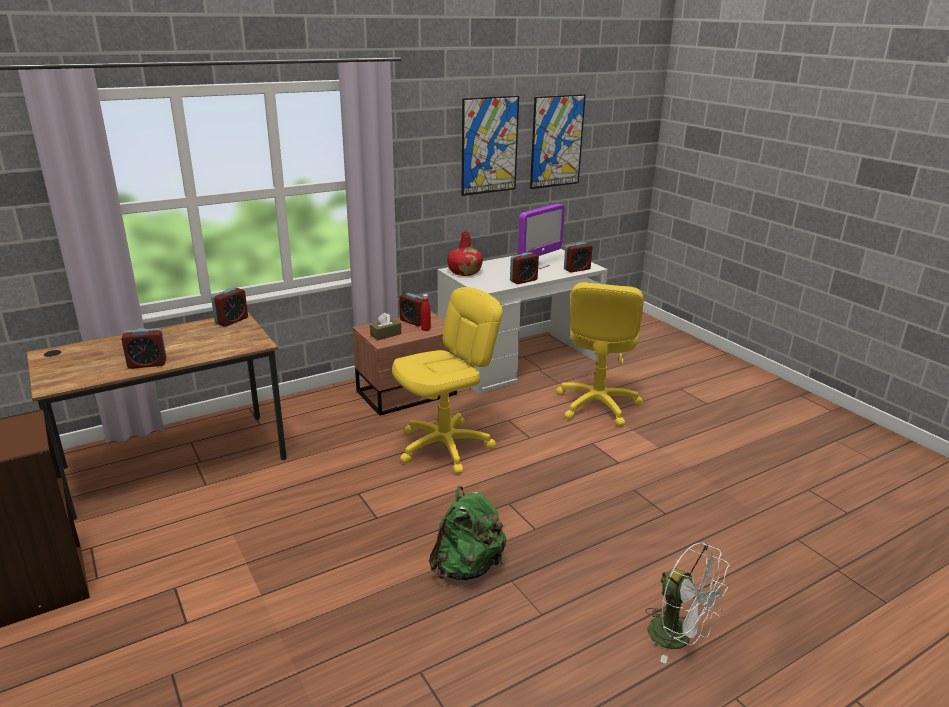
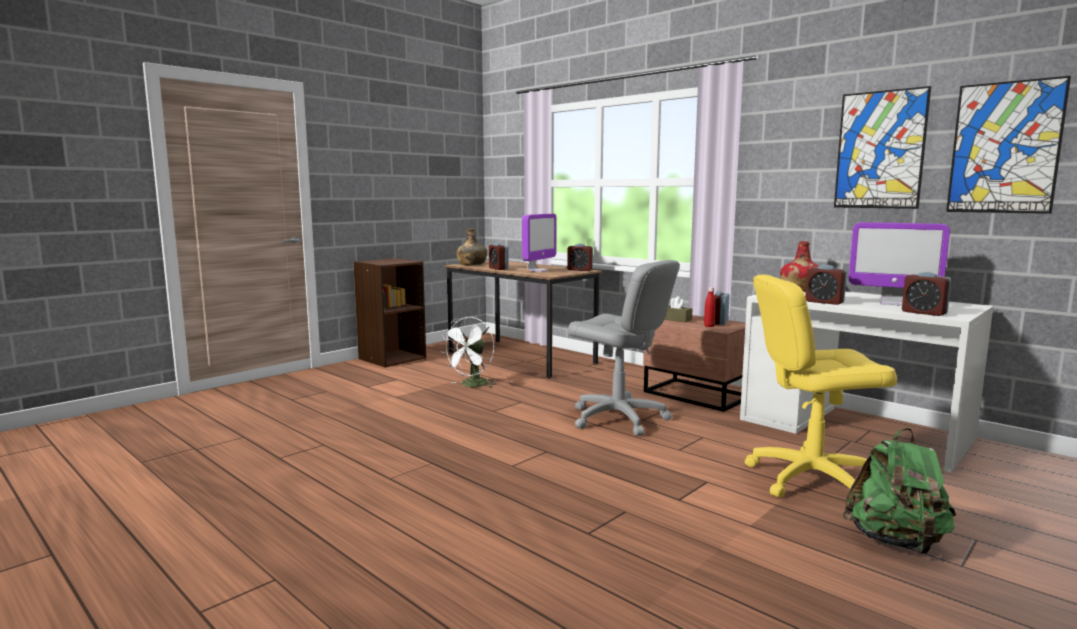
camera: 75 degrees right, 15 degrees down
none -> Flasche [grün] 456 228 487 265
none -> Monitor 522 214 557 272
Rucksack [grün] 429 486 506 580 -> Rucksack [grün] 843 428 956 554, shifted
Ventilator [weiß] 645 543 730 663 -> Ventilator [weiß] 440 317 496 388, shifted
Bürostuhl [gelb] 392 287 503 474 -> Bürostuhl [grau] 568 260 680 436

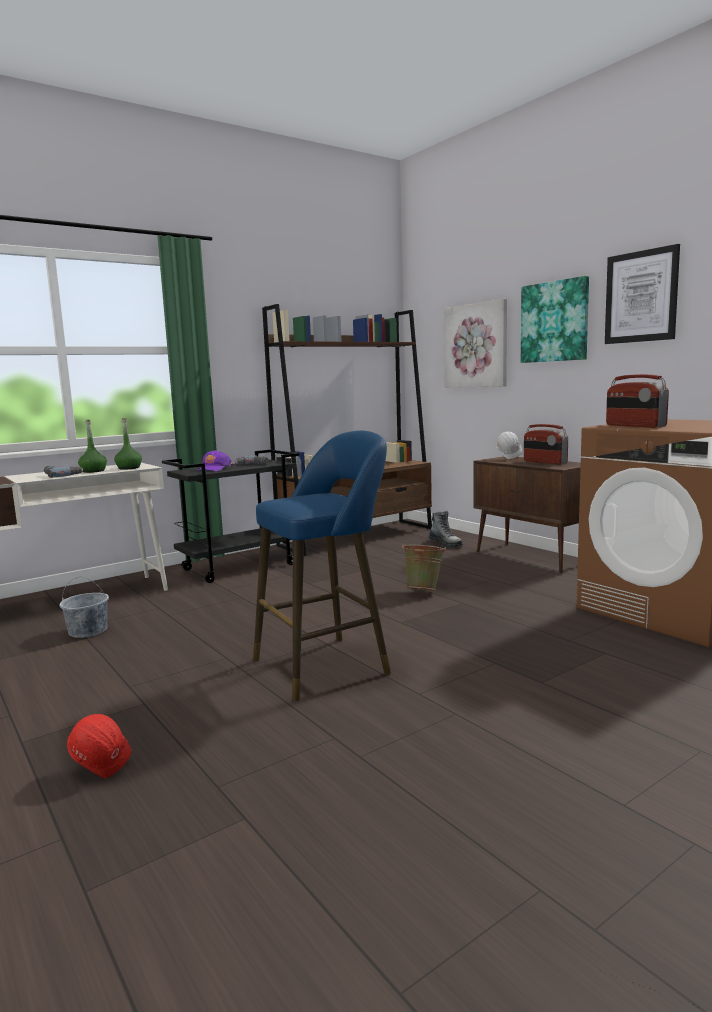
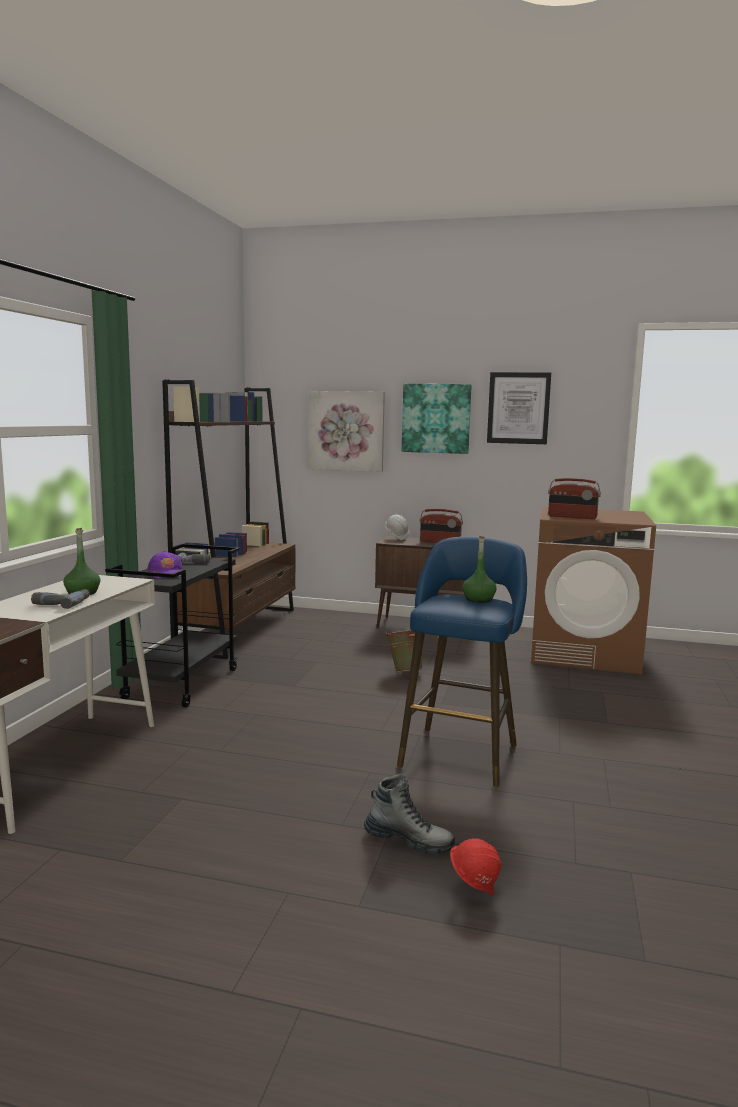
camera: 40 degrees left, 0 degrees up
Eimer [grau] 59 577 109 638 -> none
Flasche [grün] 114 418 142 470 -> Flasche [grün] 462 536 497 603, shifted
Stiefel 429 511 463 547 -> Stiefel 364 774 455 855, shifted

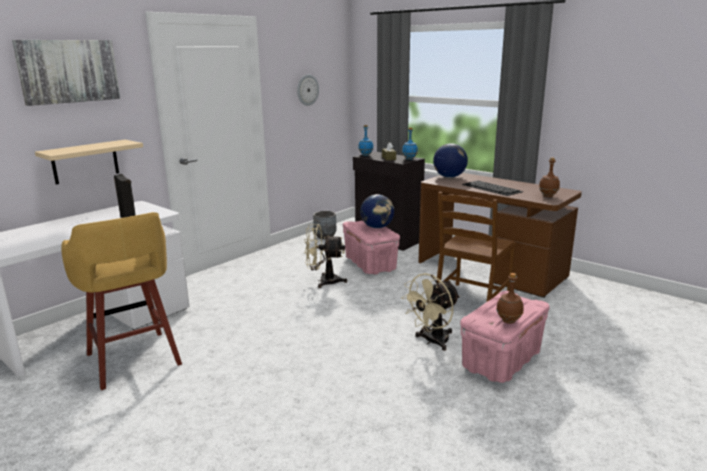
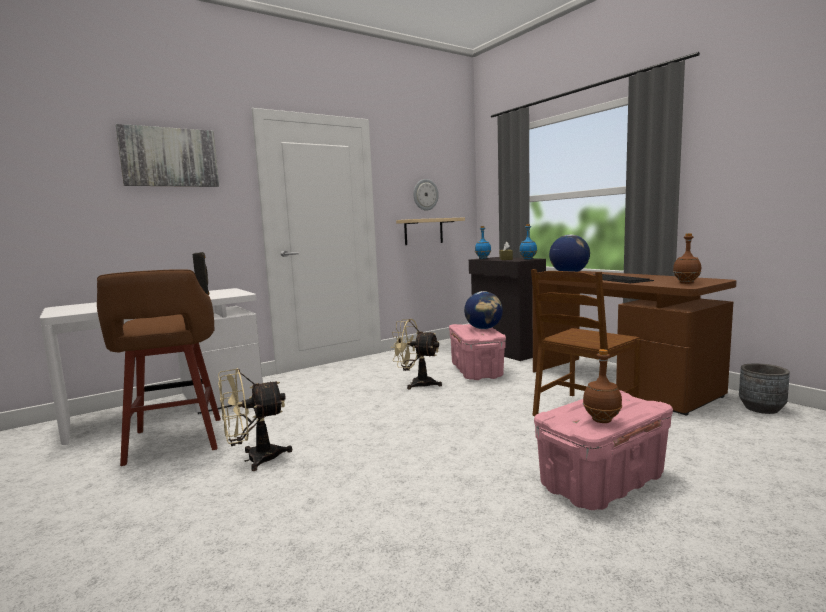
camera: 15 degrees right, 10 degrees down
Wandregal [beige] 35 140 143 184 -> Wandregal [beige] 396 217 465 245, shifted
Pflanzkübel [grau] 313 211 336 239 -> Pflanzkübel [grau] 739 364 790 414, shifted
Ventilator [beige] 401 273 460 351 -> Ventilator [beige] 218 368 292 471, shifted
Hocker [gelb] 61 212 182 390 -> Hocker [braun] 97 269 221 466

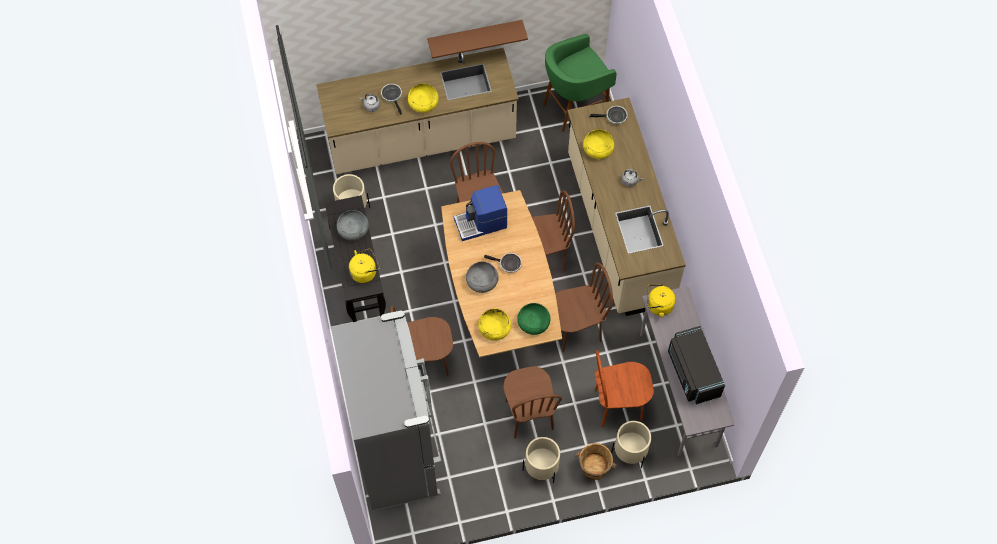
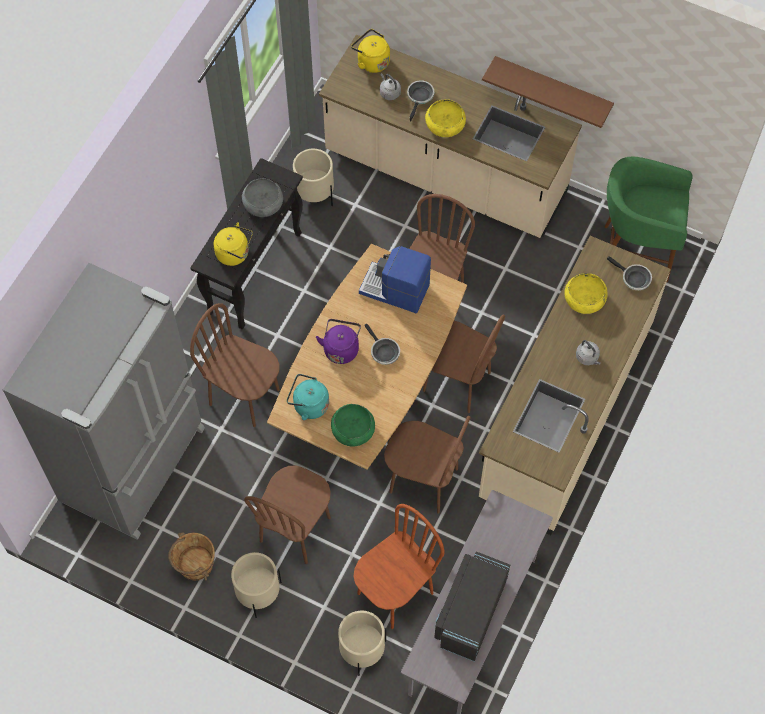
camera: 40 degrees right, 0 degrees up
Eimer [braun] 575 443 617 480 -> Eimer [braun] 168 532 215 581, shifted
Wasserkessel [gelb] 647 284 676 317 -> Wasserkessel [gelb] 351 29 390 73, shifted
Schüssel [grau] 466 262 499 293 -> Wasserkessel [lila] 316 319 361 364
Schüssel [gelb] 478 308 511 341 -> Wasserkessel [türkis] 287 374 329 420
Stuhl [braun] 595 350 654 428 -> Stuhl [braun] 353 504 445 629, 105 degrees clockwise

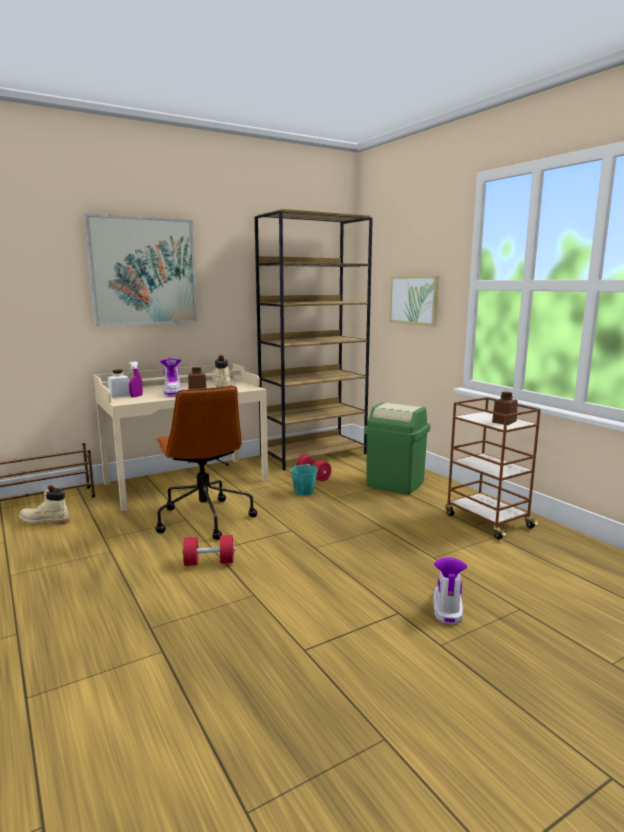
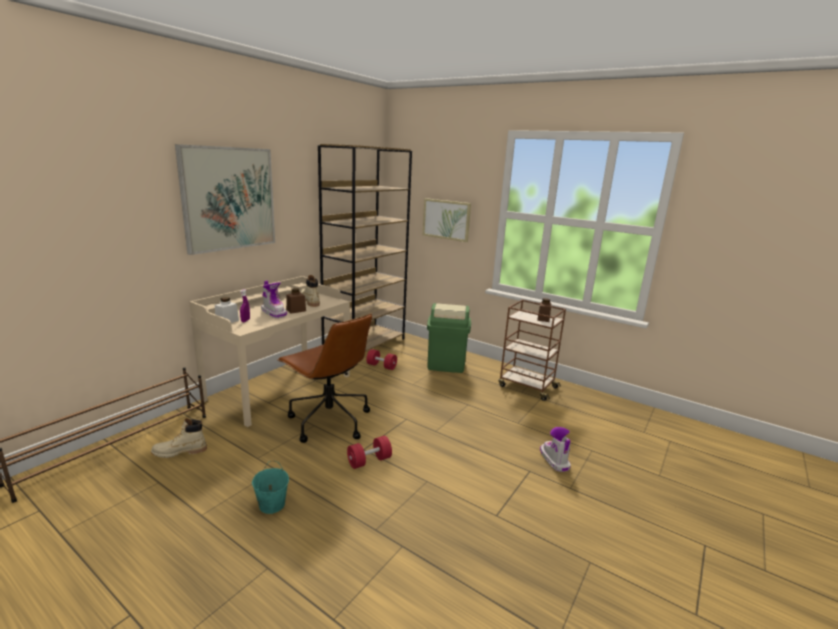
camera: 25 degrees left, 5 degrees up
Eimer [türkis] 290 453 318 496 -> Eimer [türkis] 252 461 289 514, shifted

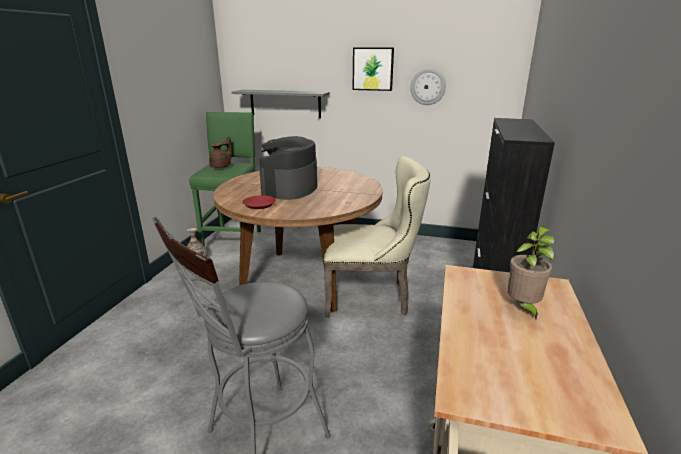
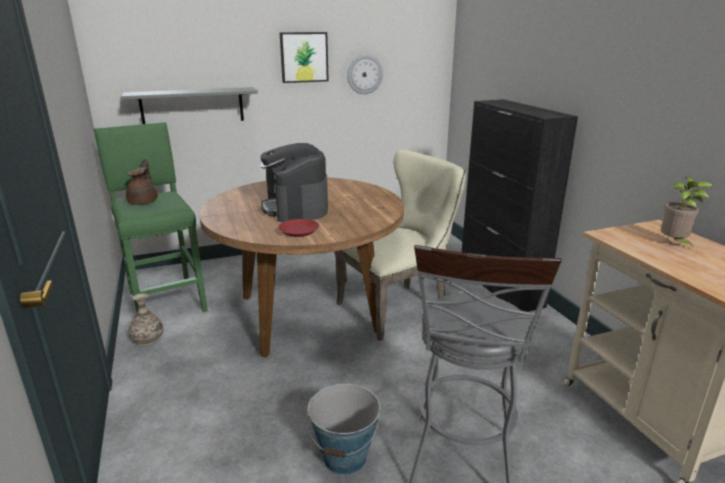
camera: 35 degrees left, 0 degrees up
none -> Eimer 307 384 380 475

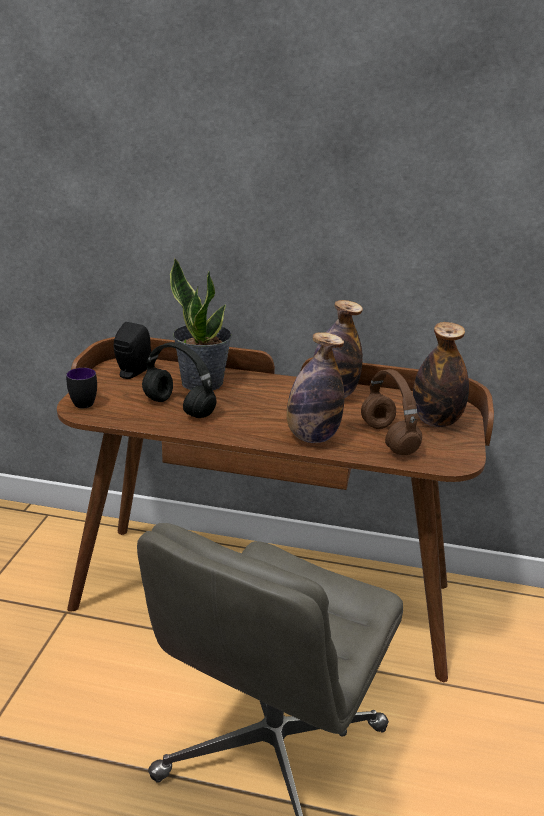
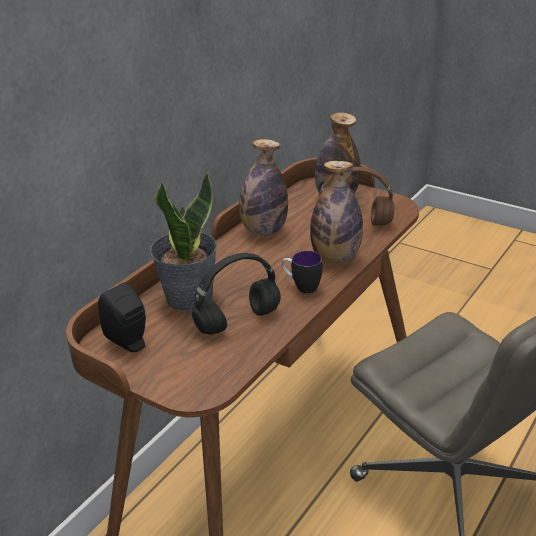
camera: 65 degrees left, 5 degrees up
Henkelbecher 66 368 97 408 -> Henkelbecher 281 251 323 293, shifted

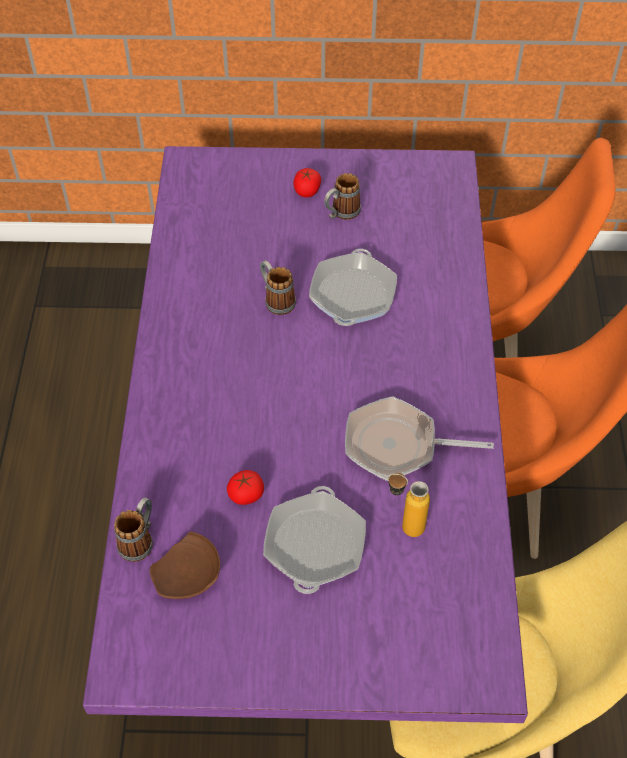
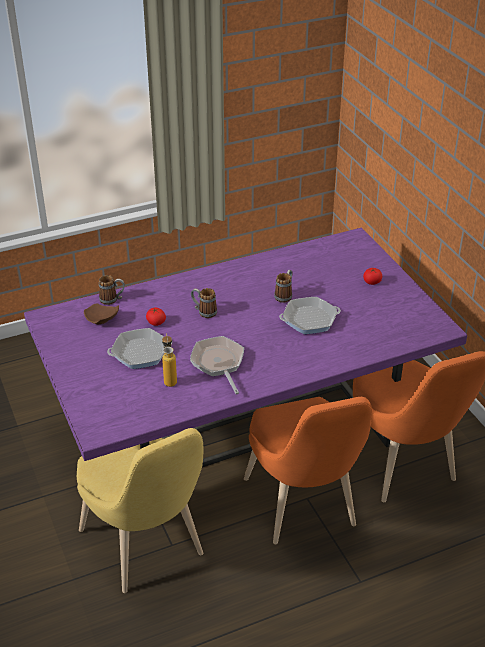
camera: 65 degrees right, 15 degrees down
Henkelbecher 324 173 361 220 -> Henkelbecher 191 288 217 318, shifted

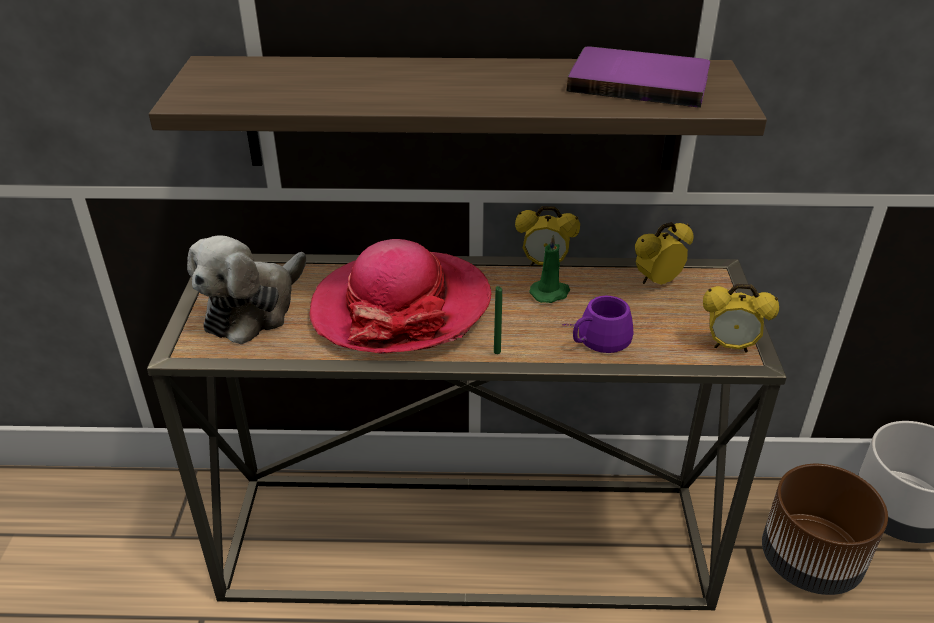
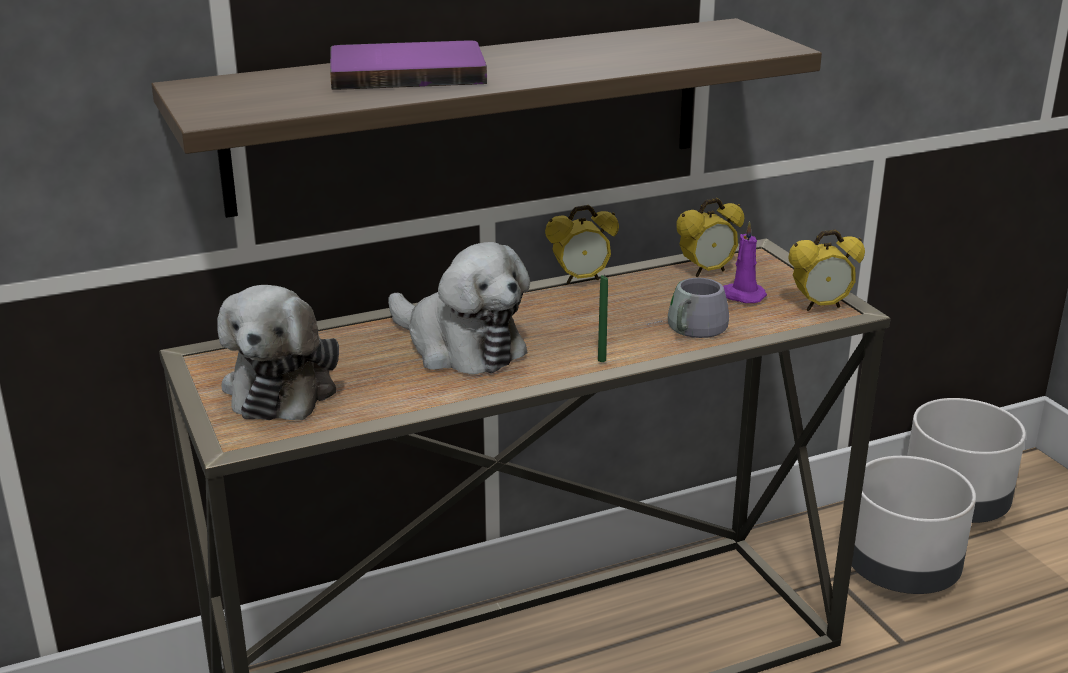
camera: 25 degrees left, 10 degrees down
Kerze [grün] 529 234 570 303 -> none
none -> Kerze [lila] 723 221 767 303
Buch [lila] 567 47 710 108 -> Buch [lila] 330 41 487 90, shifted
Hut 309 239 492 354 -> Plüschtier 388 242 530 375
Henkelbecher [lila] 562 296 634 353 -> Henkelbecher [grau] 646 278 729 338
Pflanzkübel [braun] 762 464 888 595 -> Pflanzkübel [grau] 852 456 976 594
Wecker 635 222 694 285 -> Wecker 677 198 744 277, 150 degrees counterclockwise

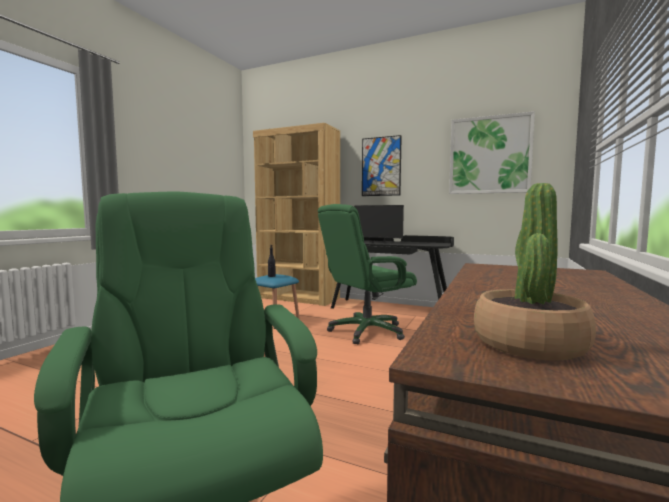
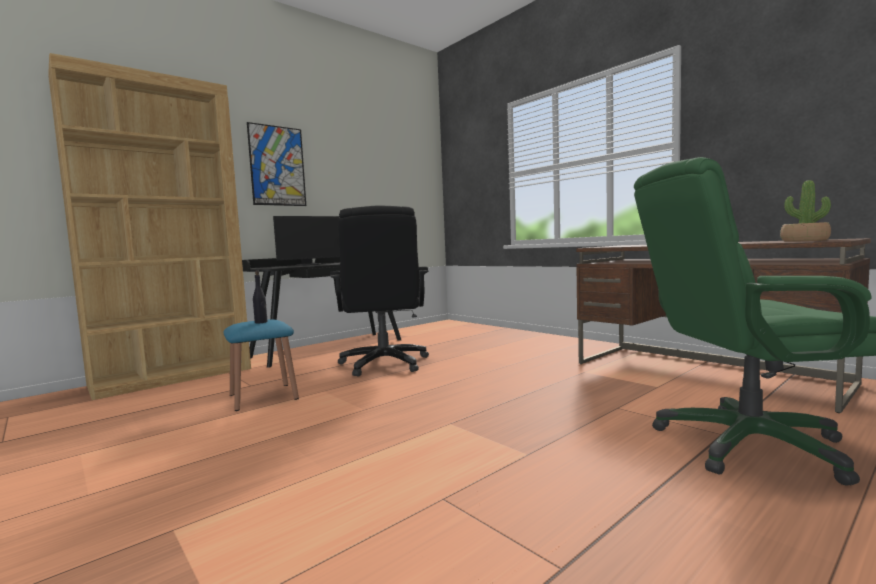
camera: 65 degrees left, 0 degrees up
Bild 449 111 535 194 -> none
Bürostuhl [grün] 318 204 417 344 -> Bürostuhl [schwarz] 330 206 429 377

